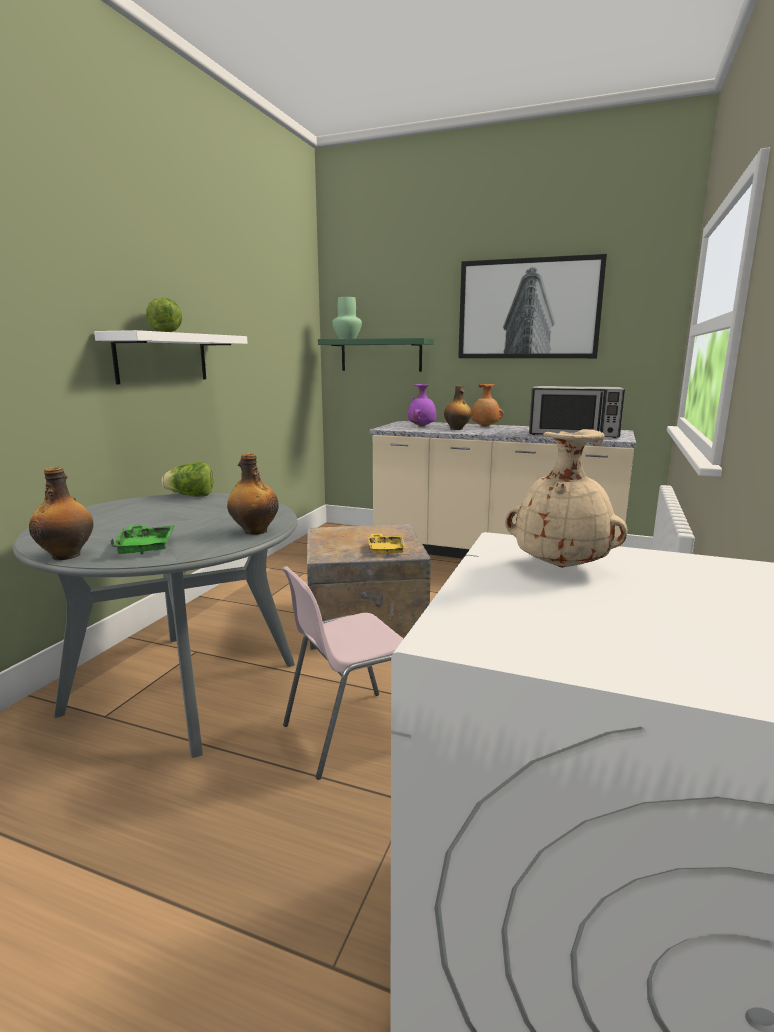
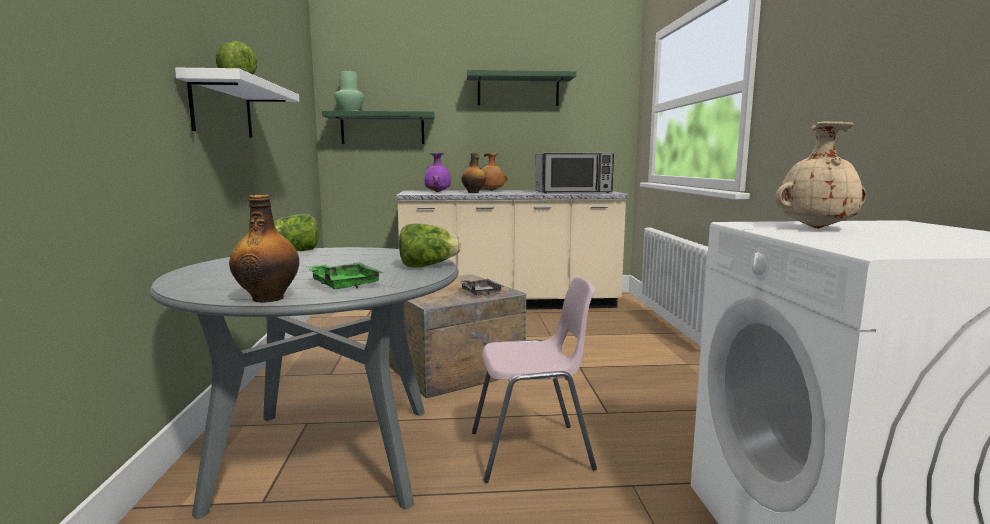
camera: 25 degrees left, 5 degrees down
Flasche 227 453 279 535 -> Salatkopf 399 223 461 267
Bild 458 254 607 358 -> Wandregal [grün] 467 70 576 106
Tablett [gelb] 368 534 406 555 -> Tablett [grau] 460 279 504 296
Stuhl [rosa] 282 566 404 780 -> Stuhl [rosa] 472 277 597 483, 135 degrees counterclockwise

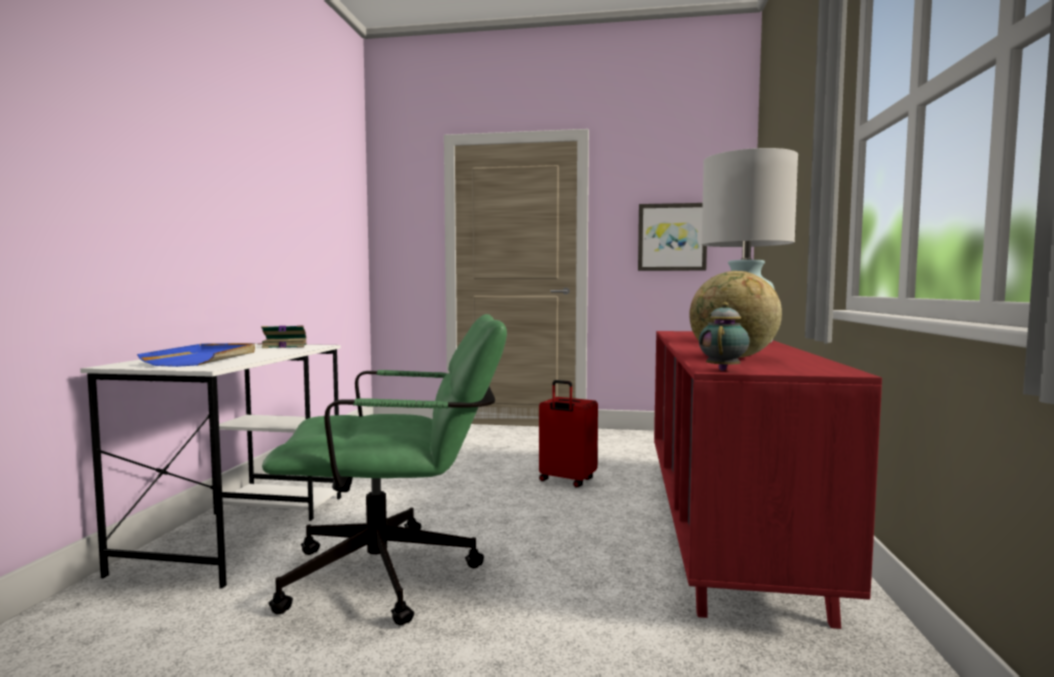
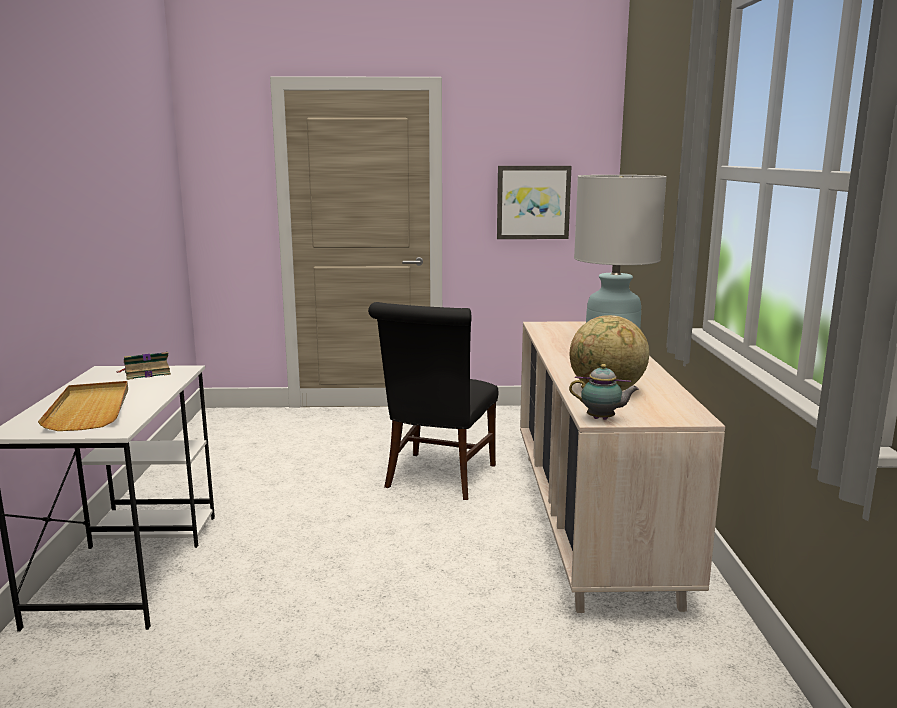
camera: 10 degrees left, 10 degrees up
Bürostuhl [grün] 262 314 507 625 -> none
Koffer [rot] 539 380 598 488 -> Stuhl [schwarz] 368 302 498 500
Tablett [blau] 137 343 255 367 -> Tablett [beige] 38 381 128 431
Kommode [rot] 654 331 882 629 -> Kommode [beige] 520 321 725 613
Teekanne 699 302 750 371 -> Teekanne 569 364 639 420, 90 degrees clockwise

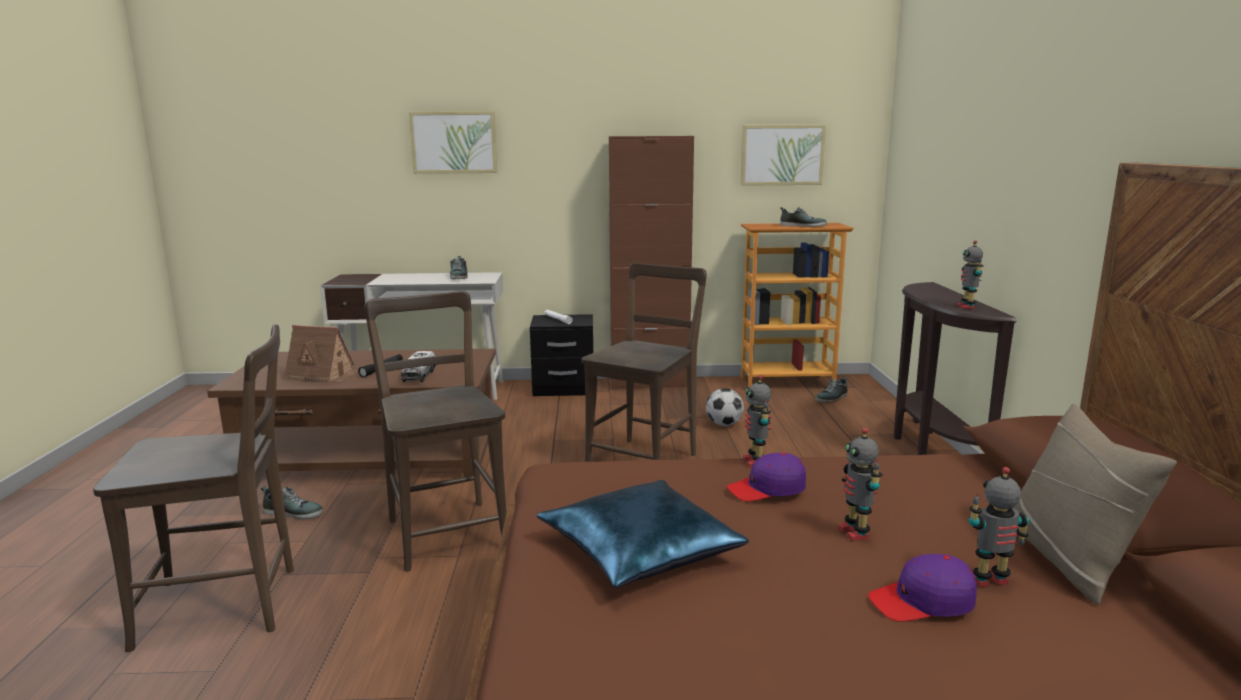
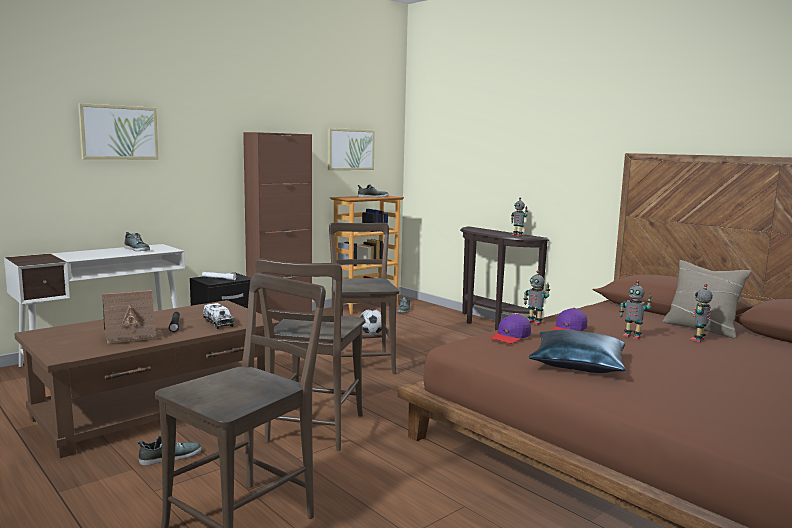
camera: 40 degrees left, 5 degrees down
Kappe [lila] 868 554 977 622 -> Kappe [lila] 491 314 531 344, shifted
Stuhl [braun] 365 291 507 572 -> Stuhl [braun] 255 258 365 451, 105 degrees counterclockwise

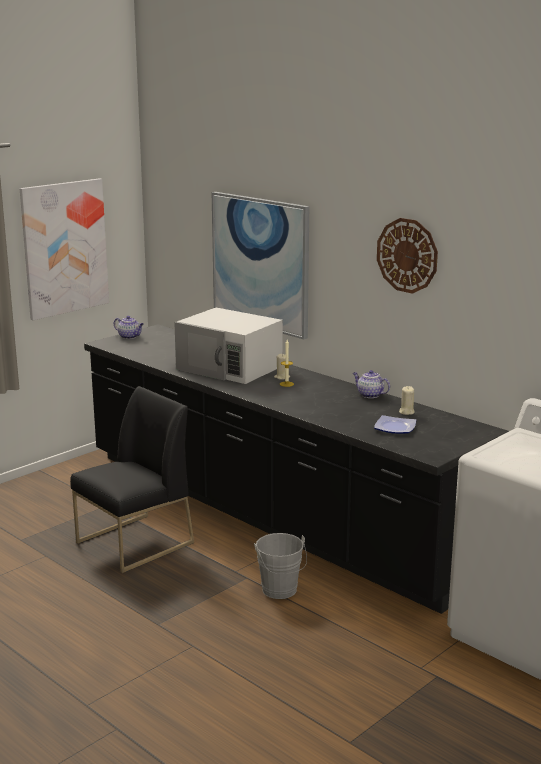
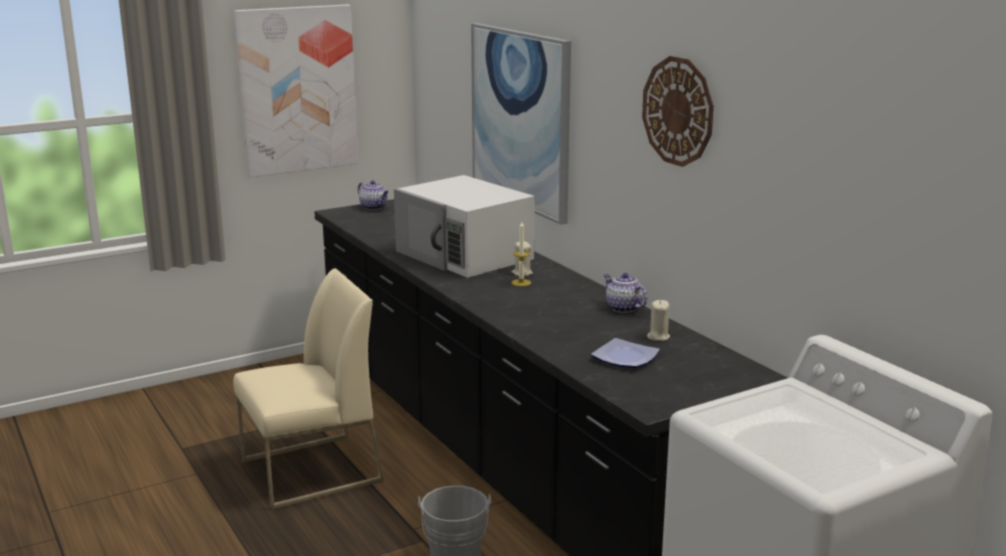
camera: 15 degrees right, 0 degrees up
Stuhl [schwarz] 70 386 194 573 -> Stuhl [beige] 233 268 384 510

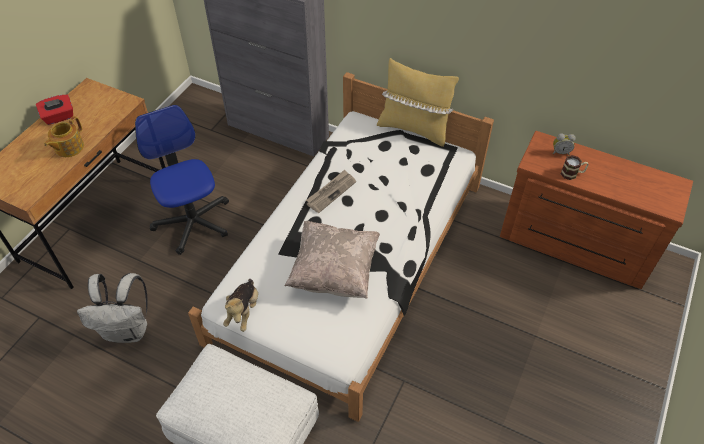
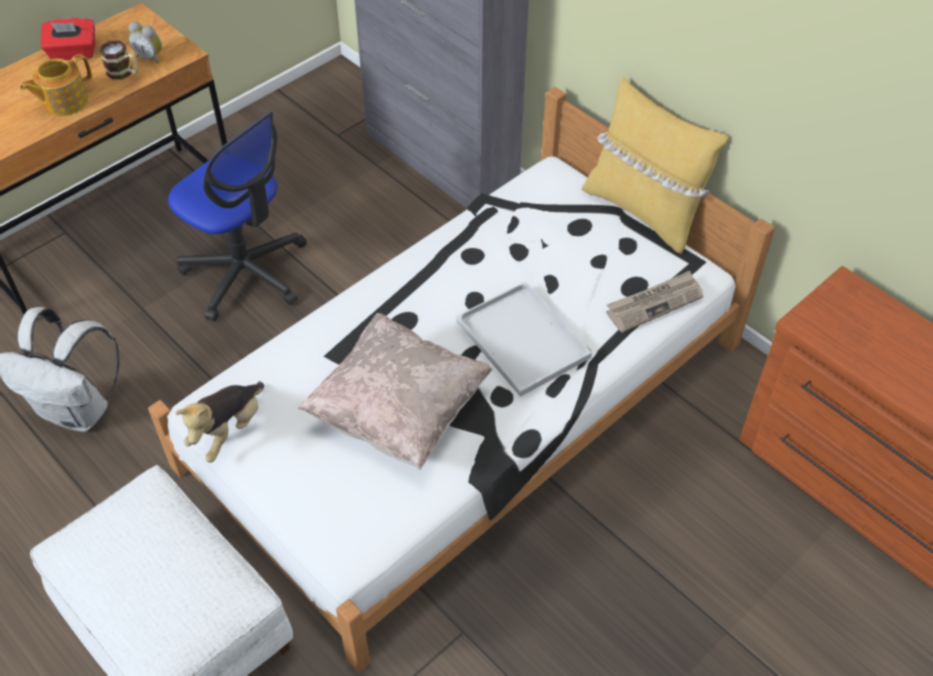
camera: 20 degrees right, 0 degrees up
none -> Tablett [weiß] 456 281 592 397
Zeitung 306 170 356 213 -> Zeitung 606 271 703 333, shifted
Wecker 553 133 576 155 -> Wecker 128 22 162 64, shifted
Henkelbecher 561 155 588 180 -> Henkelbecher 99 41 138 80, shifted
Bürostuhl 135 105 229 255 -> Bürostuhl 168 112 307 321, 135 degrees clockwise

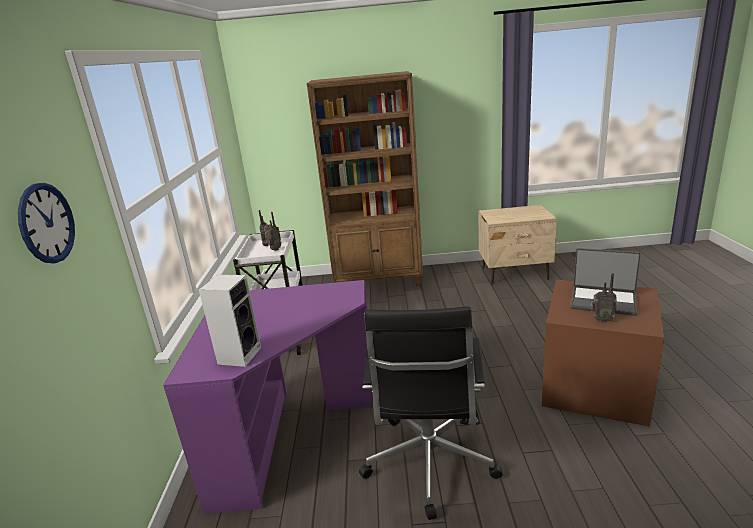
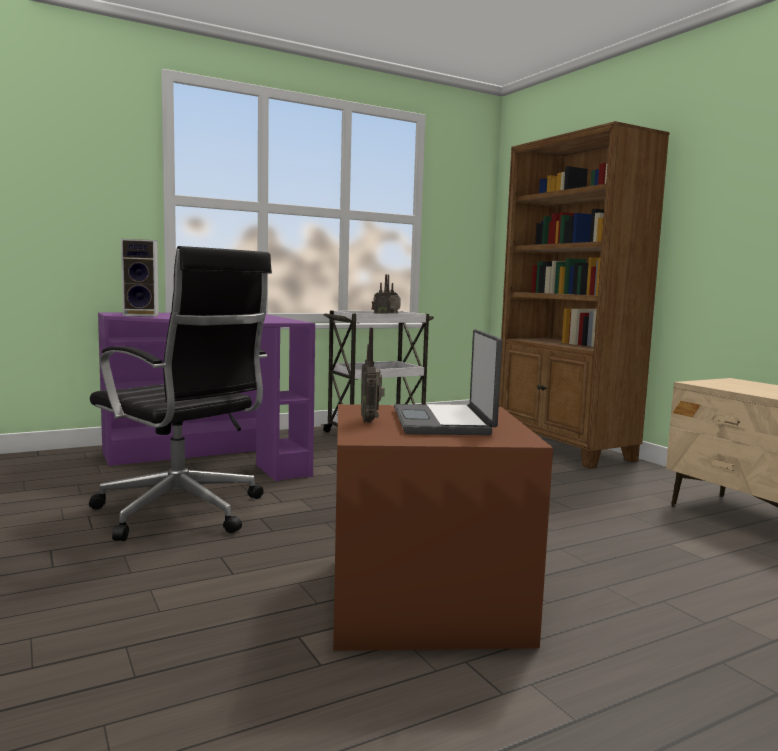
camera: 60 degrees right, 15 degrees down
Wanduhr 18 183 75 263 -> none
Bürostuhl [schwarz] 359 307 503 520 -> Bürostuhl [schwarz] 89 246 272 541, 120 degrees counterclockwise

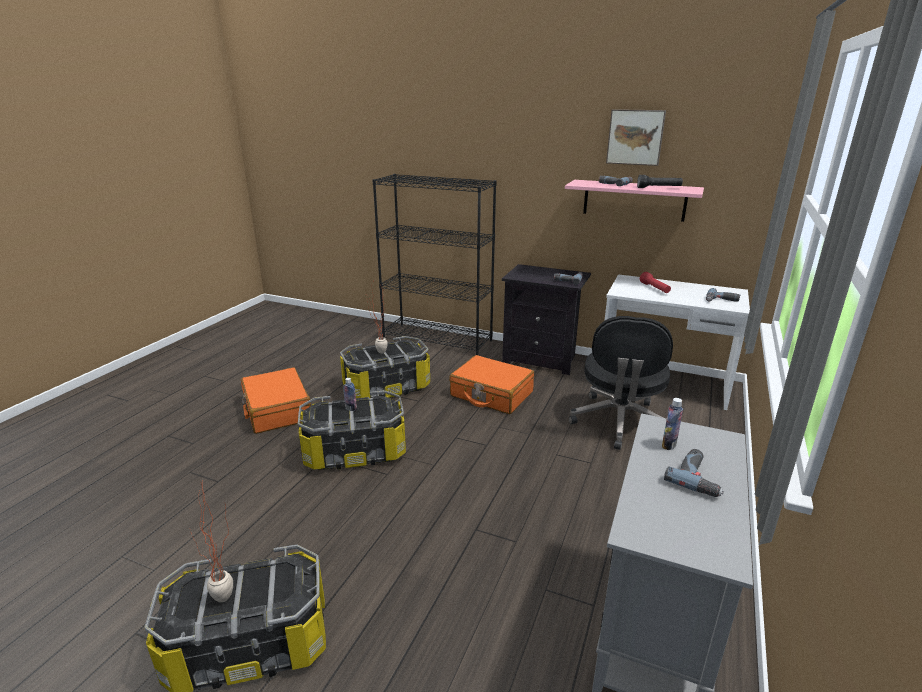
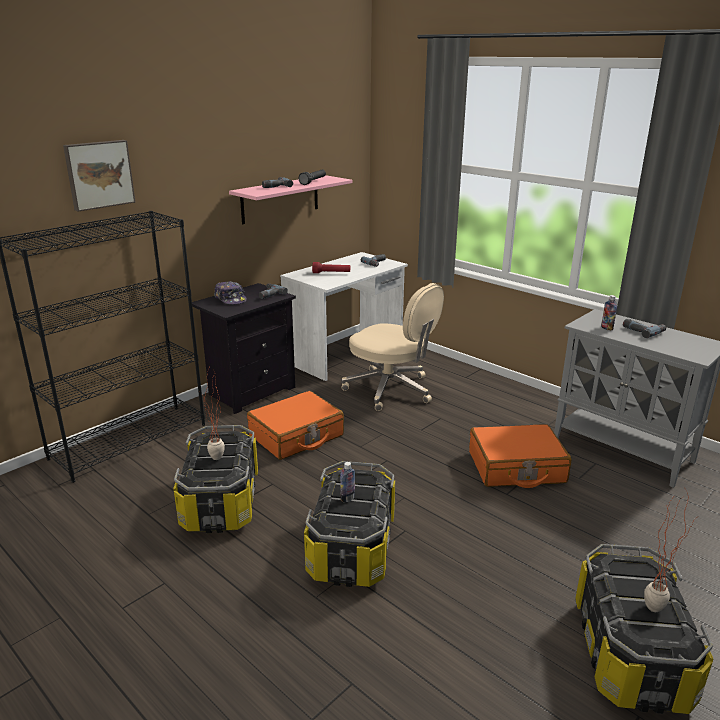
camera: 70 degrees left, 0 degrees up
none -> Kappe 214 281 247 305
Koffer [orange] 241 367 311 434 -> Koffer [orange] 469 424 572 488, shifted
Bild 606 109 666 166 -> Bild 63 140 135 211, shifted
Bürostuhl [schwarz] 569 316 673 450 -> Bürostuhl [beige] 341 283 444 411

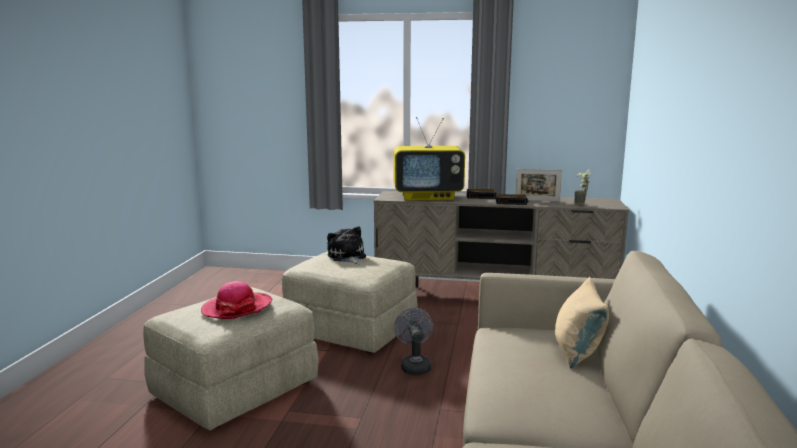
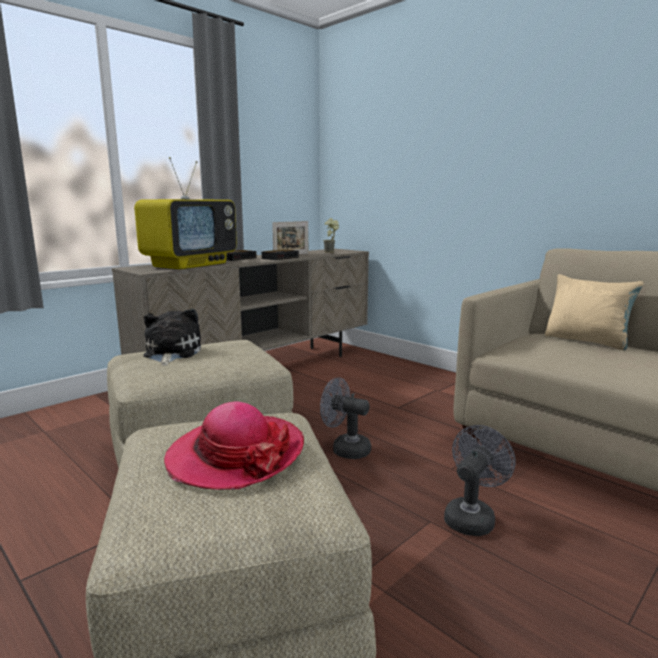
camera: 55 degrees left, 0 degrees up
none -> Ventilator [grau] 444 425 515 536
Plüschtier 327 226 366 264 -> Plüschtier 143 309 201 366, 75 degrees clockwise

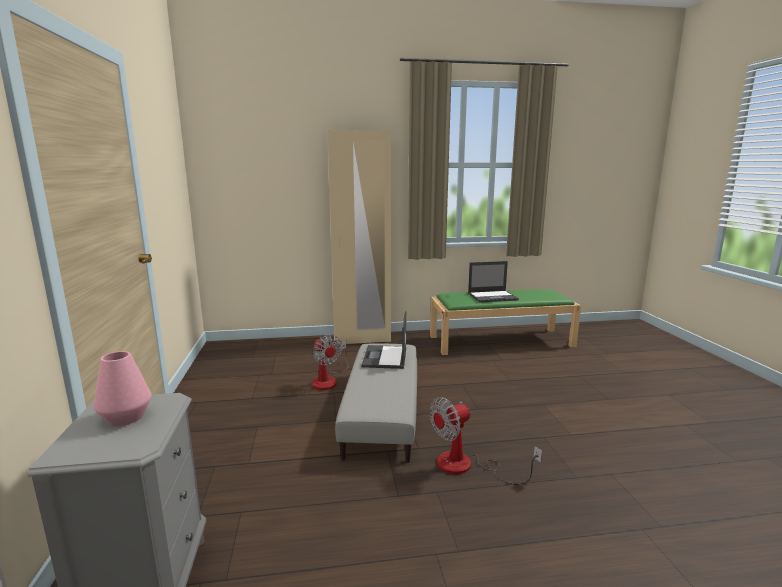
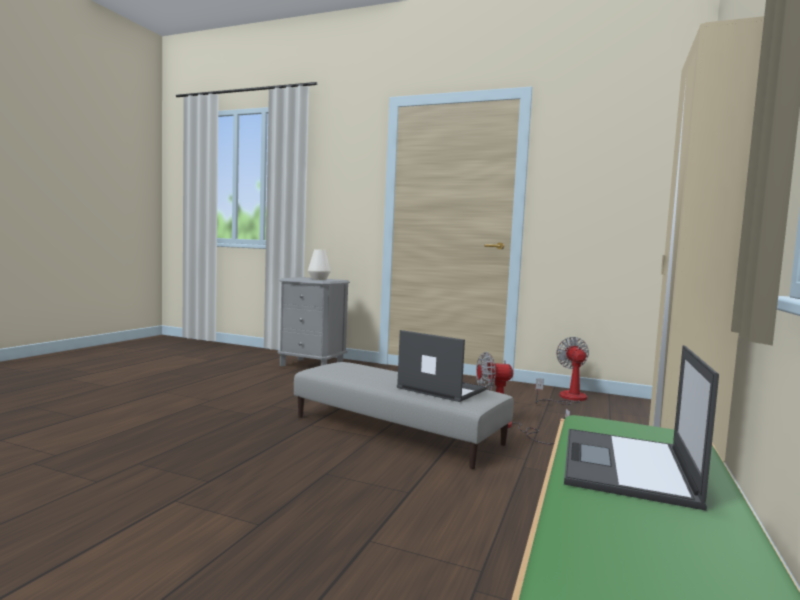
camera: 120 degrees right, 10 degrees down
Ventilator 430 397 542 484 -> Ventilator 535 337 589 405, shifted
Vase [rosa] 93 351 152 426 -> Vase [weiß] 308 249 331 280

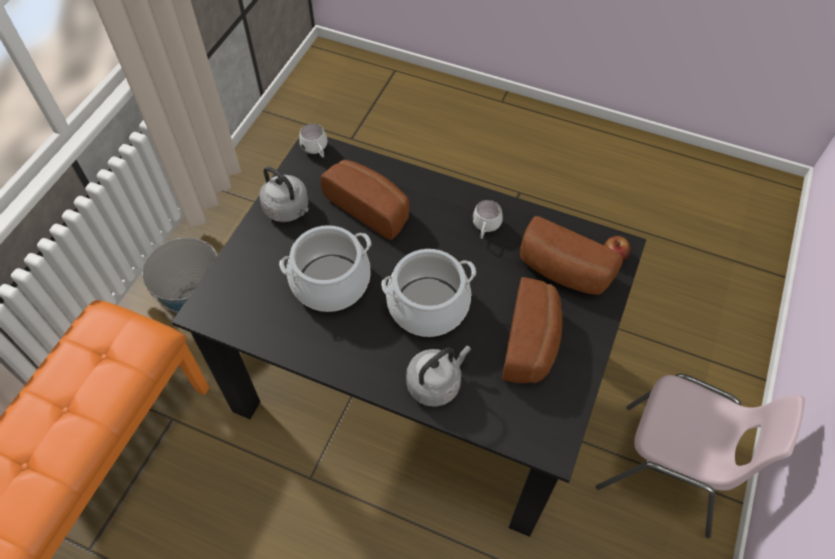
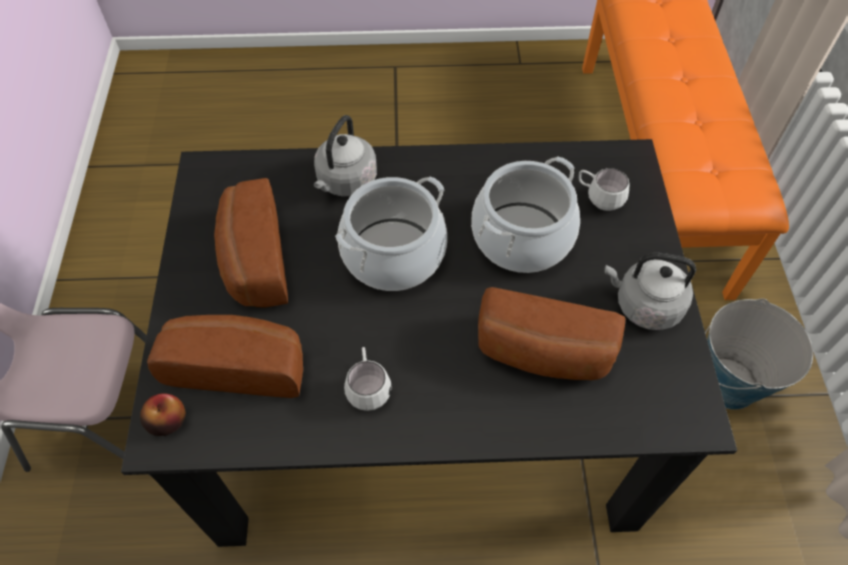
camera: 155 degrees right, 0 degrees up
Henkelbecher [weiß] 299 123 328 158 -> Henkelbecher [weiß] 579 168 629 211, shifted

